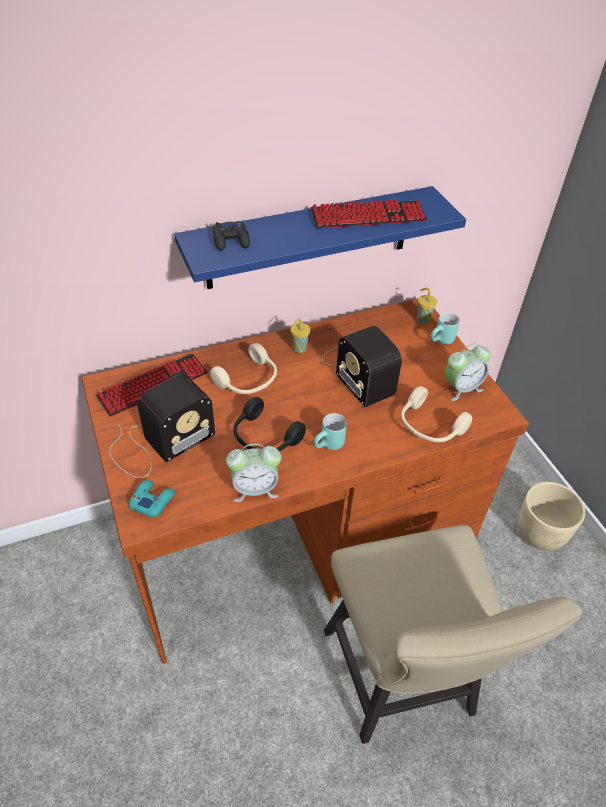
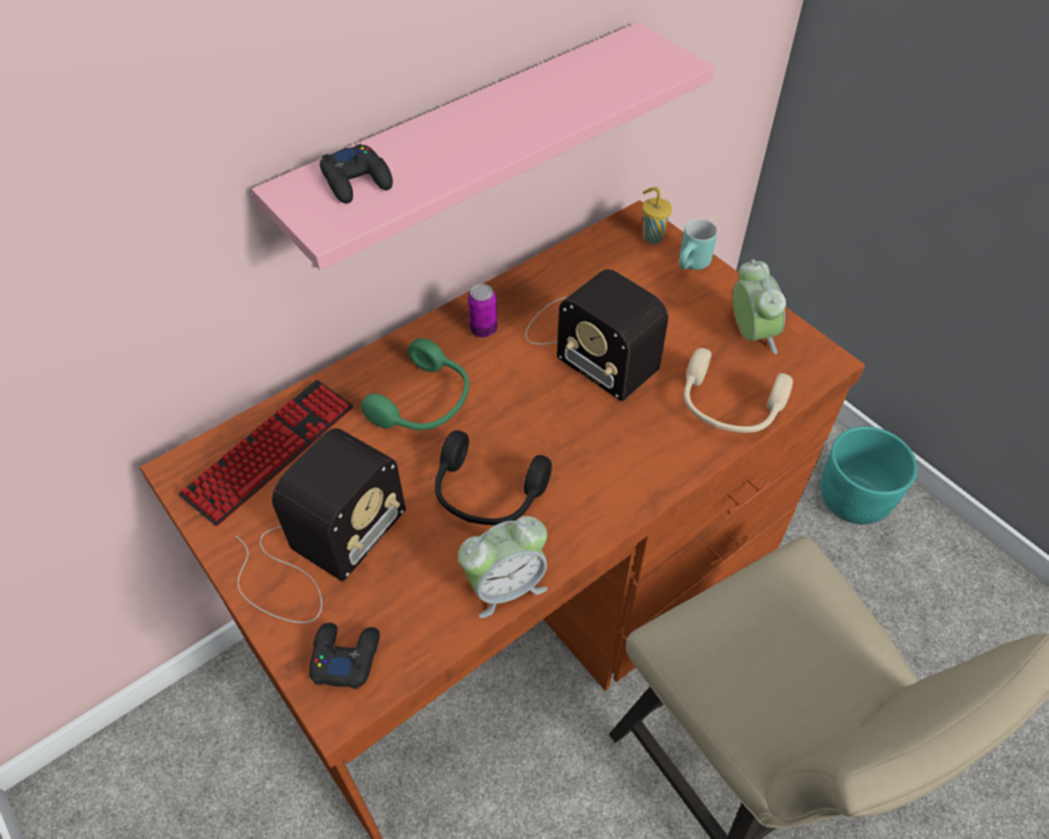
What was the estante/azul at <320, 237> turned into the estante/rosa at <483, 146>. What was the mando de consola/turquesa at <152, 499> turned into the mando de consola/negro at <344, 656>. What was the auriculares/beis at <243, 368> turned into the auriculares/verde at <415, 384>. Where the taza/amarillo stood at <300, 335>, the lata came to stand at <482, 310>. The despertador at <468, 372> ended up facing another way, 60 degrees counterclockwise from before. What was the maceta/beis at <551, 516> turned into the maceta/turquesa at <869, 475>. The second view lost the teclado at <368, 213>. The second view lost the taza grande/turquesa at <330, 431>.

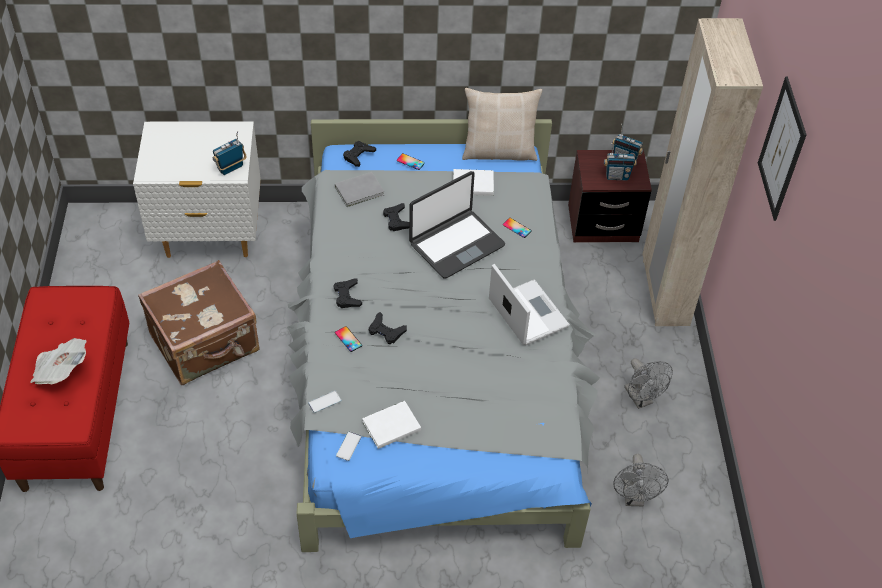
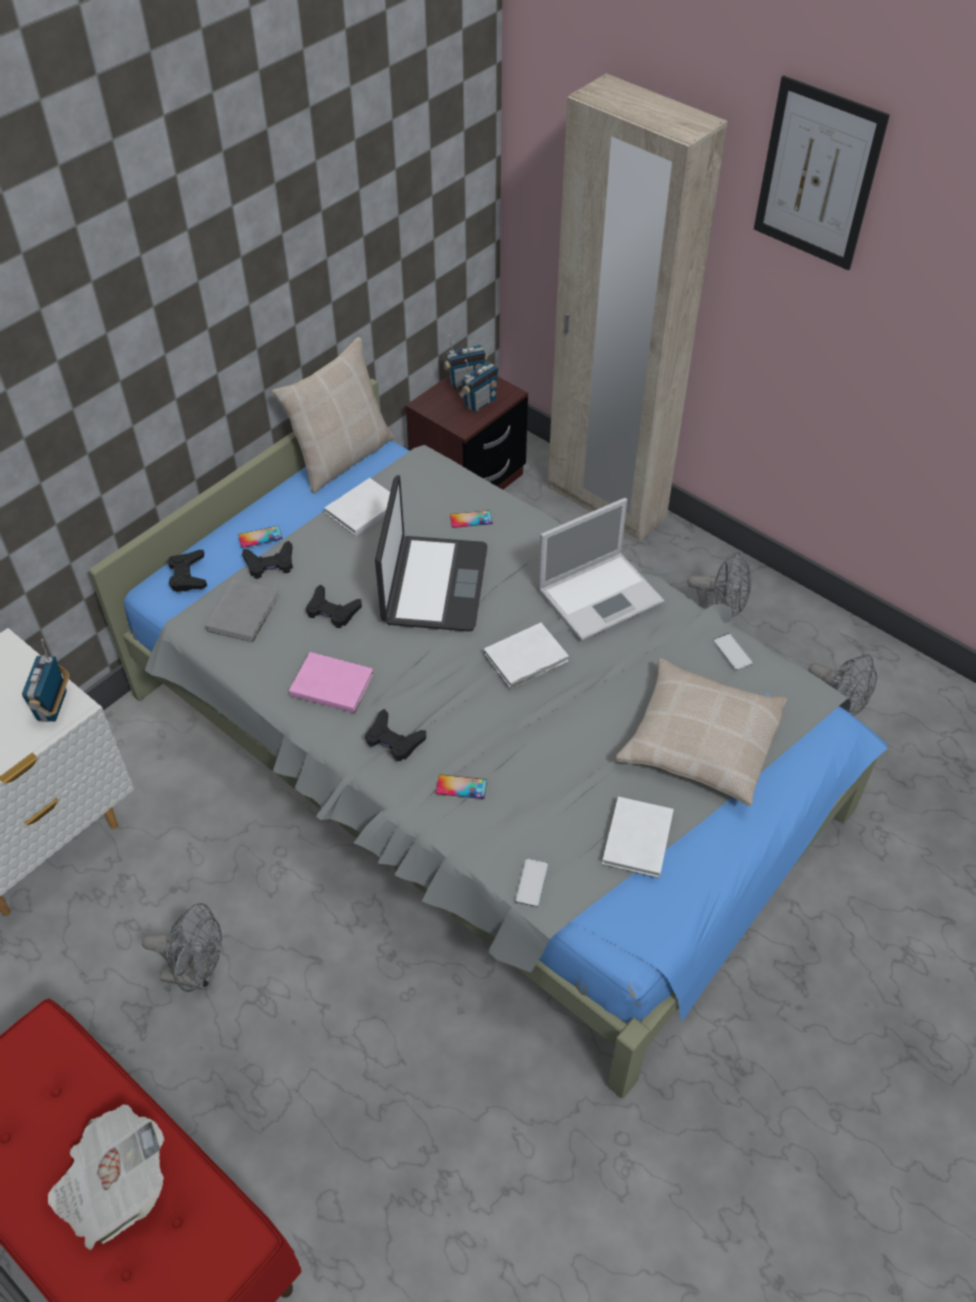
Where the maleta/marrón stood at <198, 322>, the ventilador/gris came to stand at <182, 947>. The mando de consola/negro ended up elsewhere, having gone from <388, 328> to <267, 560>. The second view gained the libro/rosa at <331, 682>. The second view gained the libro/blanco at <526, 656>. The portátil at <529, 305> ended up facing another way, 135 degrees clockwise from before. The second view gained the cojín/beis at <701, 732>. The móvil ended up elsewhere, having gone from <349, 446> to <733, 651>.

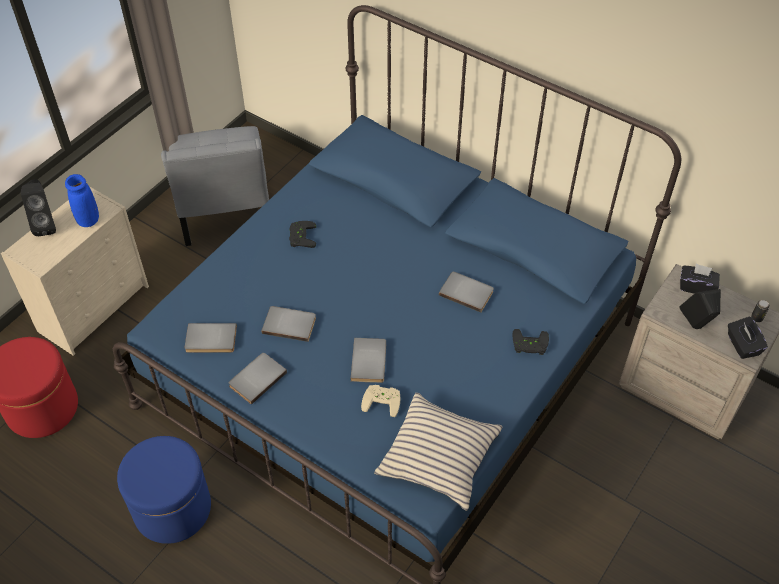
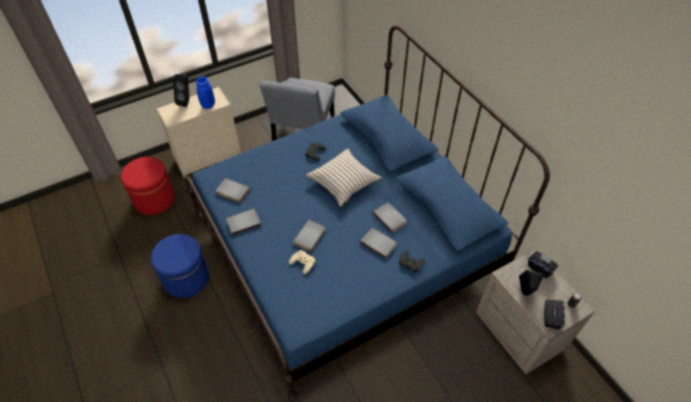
The cojín/beis ended up elsewhere, having gone from <438, 452> to <344, 178>. The libro/gris ended up elsewhere, having gone from <288, 324> to <378, 243>.

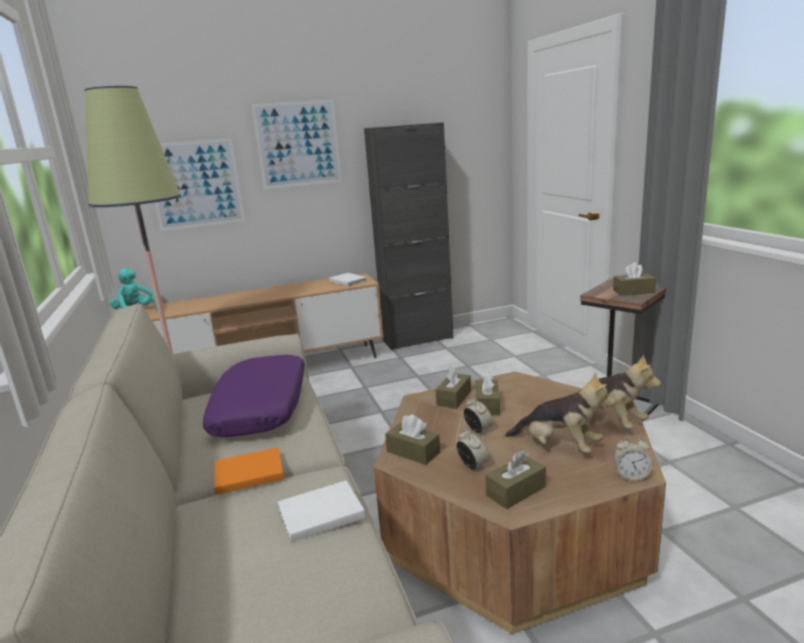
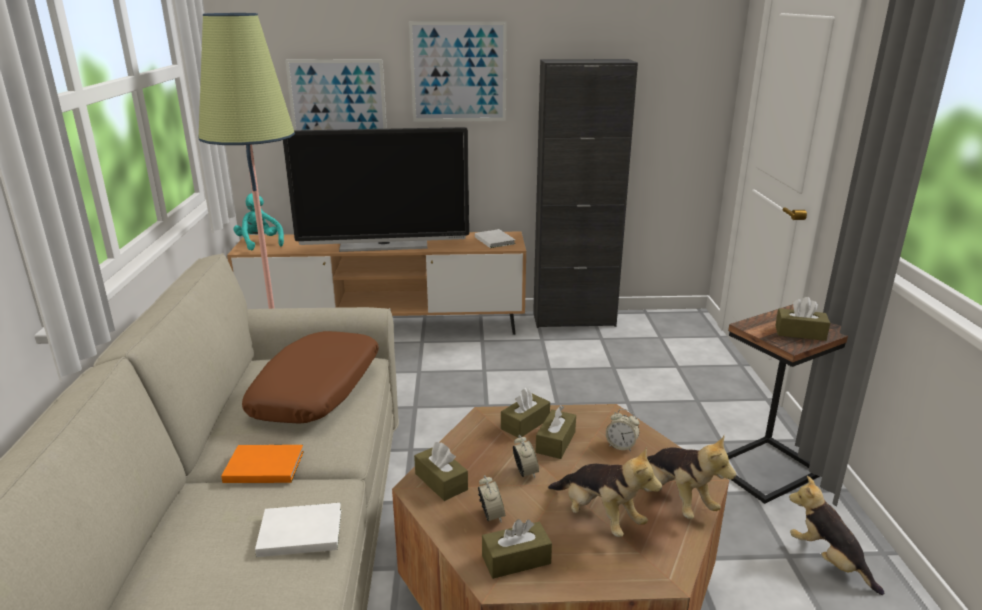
What was the cojín/morado at <254, 396> turned into the cojín/marrón at <310, 377>. The second view gained the televisor at <376, 189>. The despertador ended up elsewhere, having gone from <633, 458> to <622, 430>. The second view gained the peluche at <836, 535>.

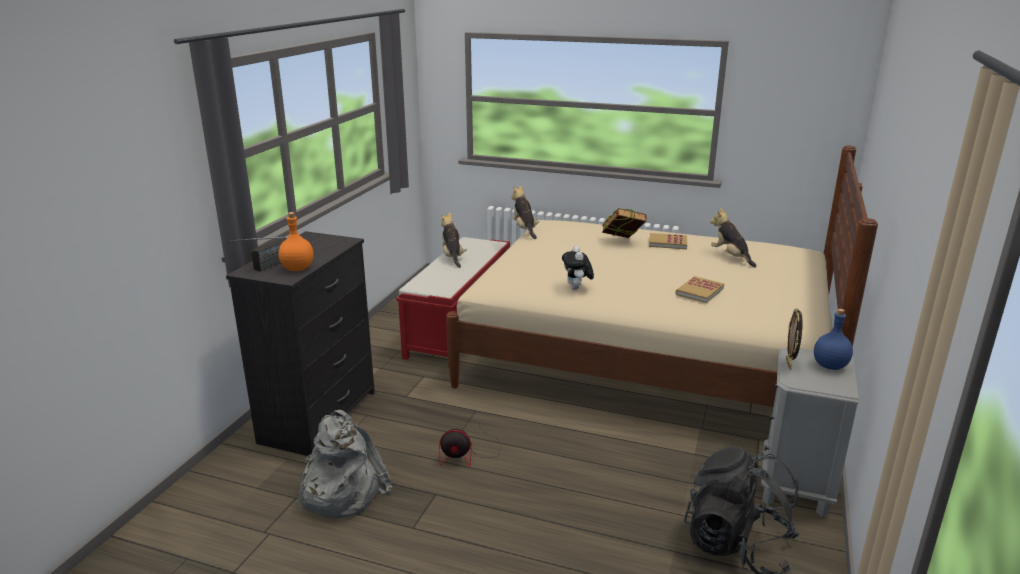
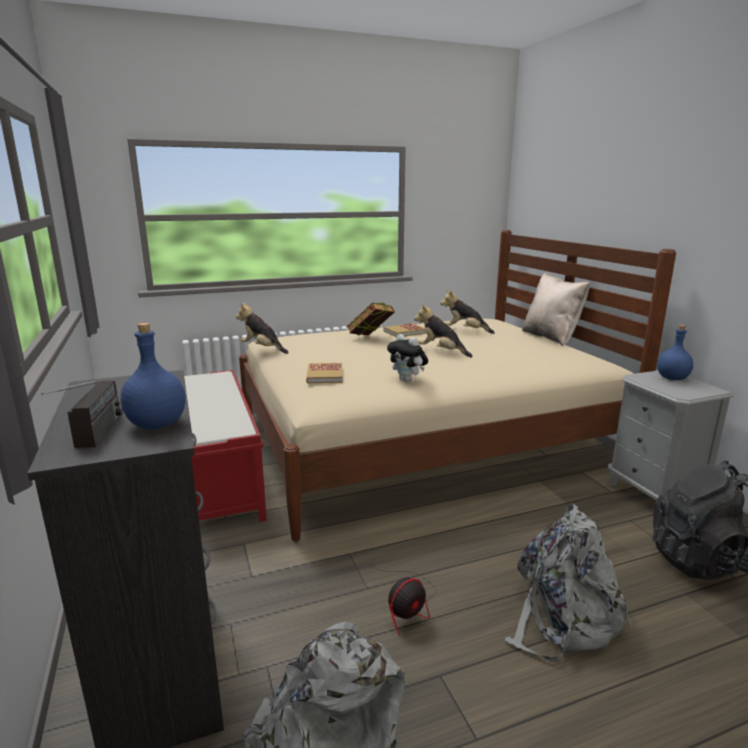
What was the botella/naranja at <296, 241> turned into the botella/azul at <153, 376>. The libro ended up elsewhere, having gone from <699, 289> to <324, 373>. The peluche ended up elsewhere, having gone from <454, 240> to <443, 331>. The second view gained the mochila/gris at <568, 583>. The second view gained the cojín/beis at <556, 309>. The second view lost the portarretratos at <794, 339>.

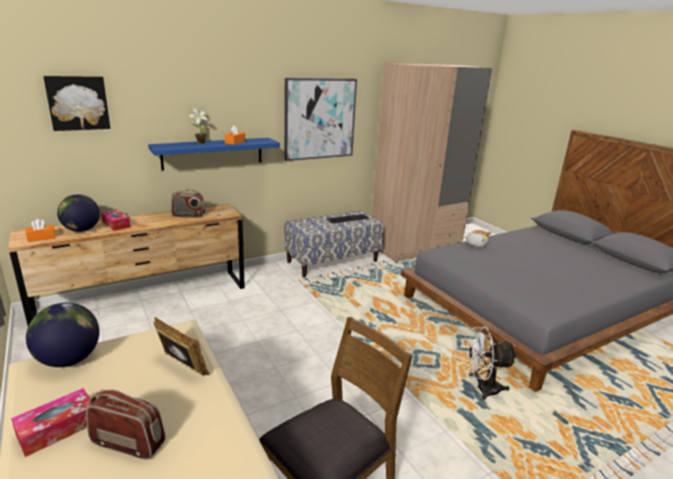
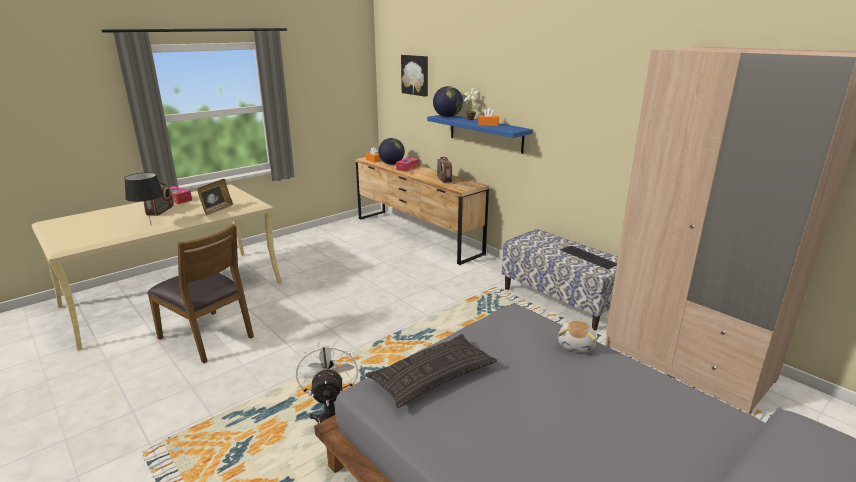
The second view gained the lámpara de mesa/negro at <144, 197>. The second view gained the cojín at <431, 371>. The globo terráqueo ended up elsewhere, having gone from <62, 335> to <448, 101>. The second view lost the cuadro at <320, 119>.

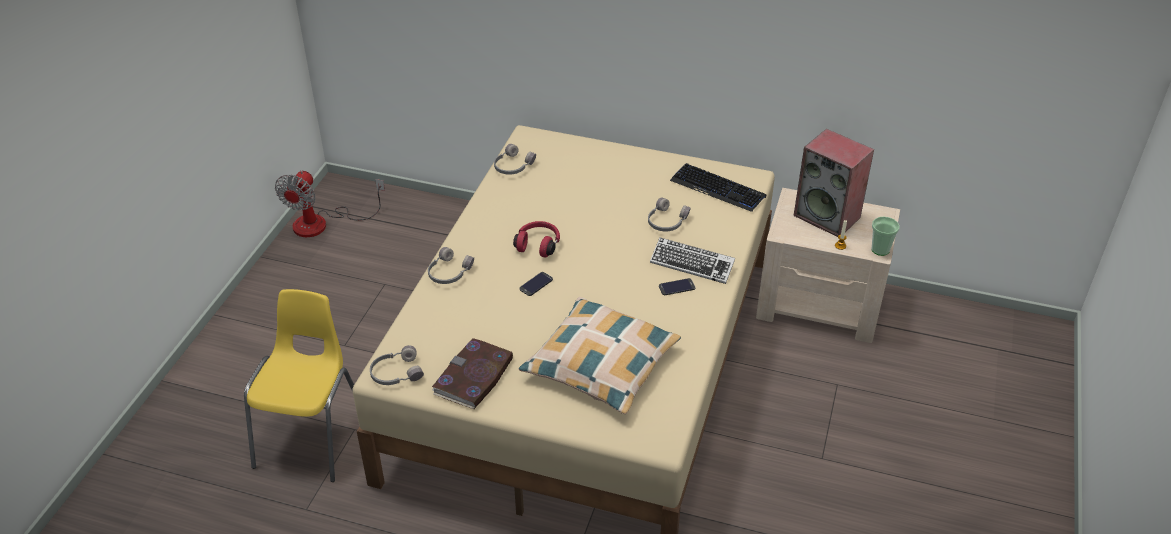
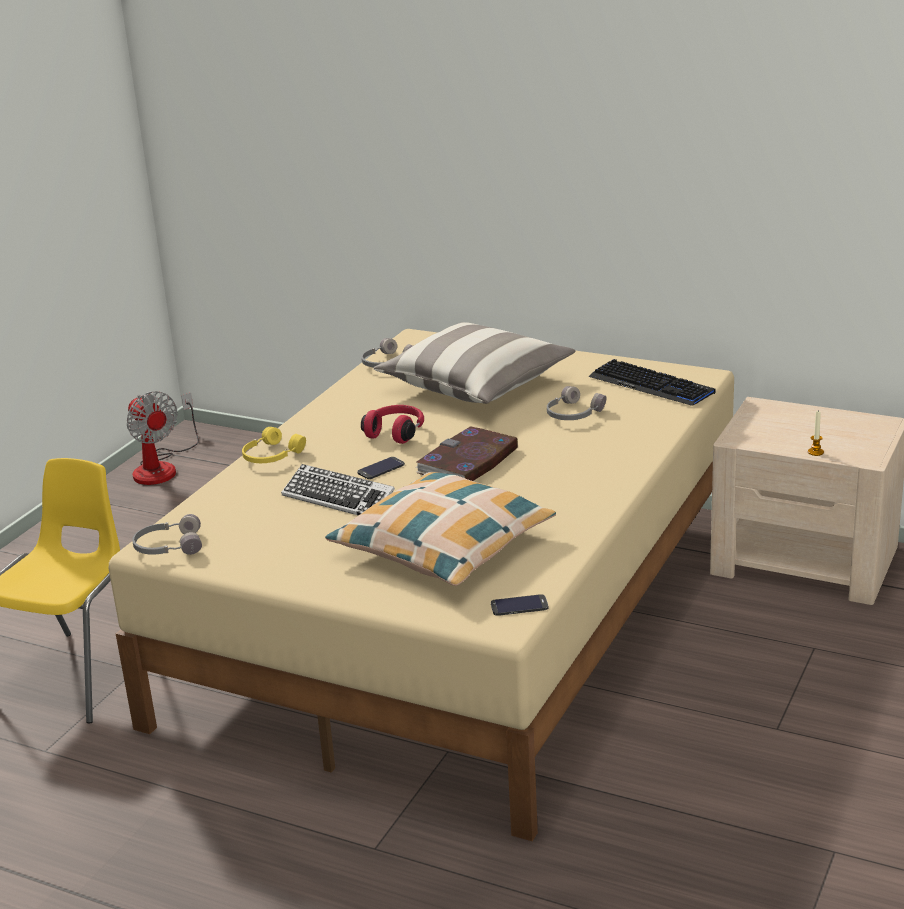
The ventilador at <330, 203> ended up facing another way, 60 degrees counterclockwise from before. What was the auriculares/gris at <451, 265> turned into the auriculares/amarillo at <274, 445>. The teclado ended up elsewhere, having gone from <692, 261> to <338, 490>. The second view gained the cojín at <474, 363>. The libro ended up elsewhere, having gone from <472, 373> to <466, 453>. The móvil ended up elsewhere, having gone from <677, 286> to <519, 605>. The second view lost the altavoz at <834, 183>. The second view lost the taza at <885, 236>.

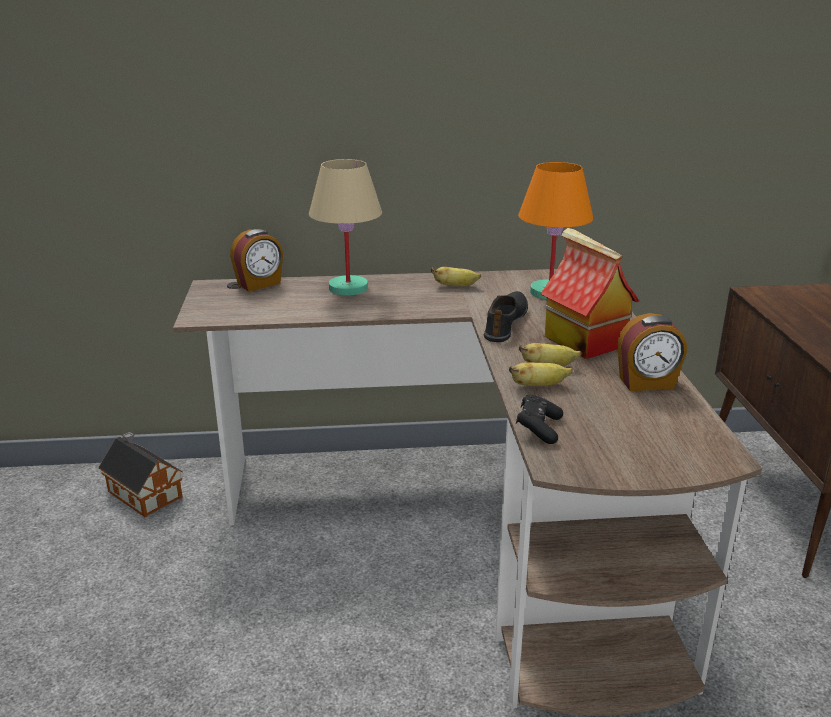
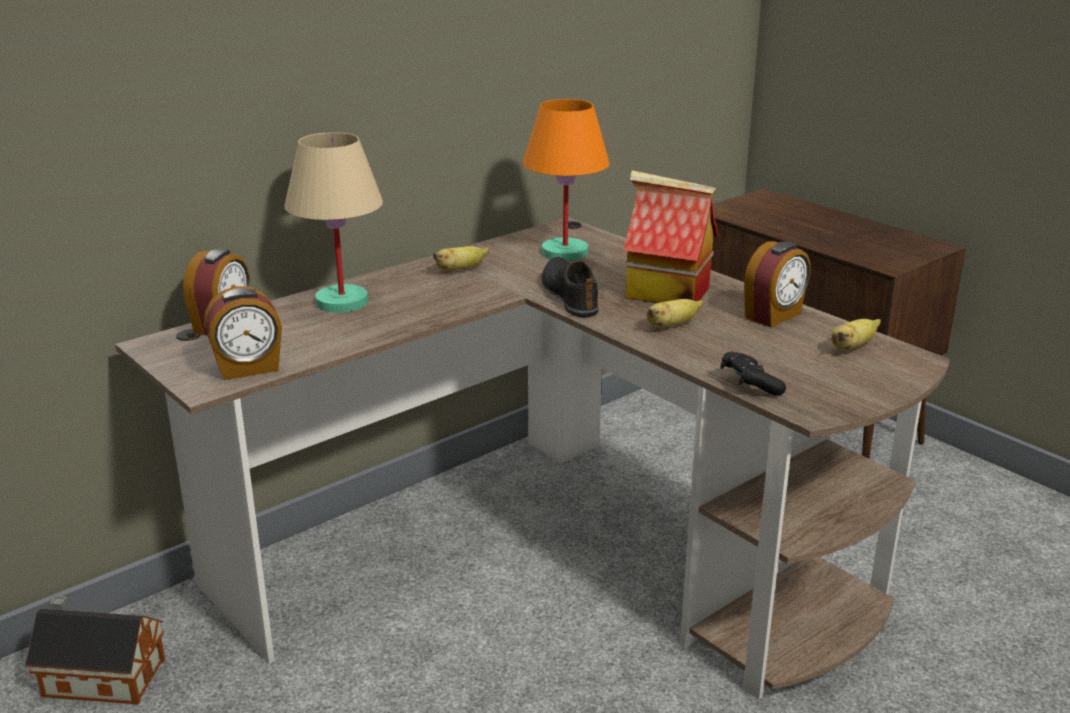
The second view gained the despertador at <243, 333>. The plátano ended up elsewhere, having gone from <541, 374> to <856, 335>.

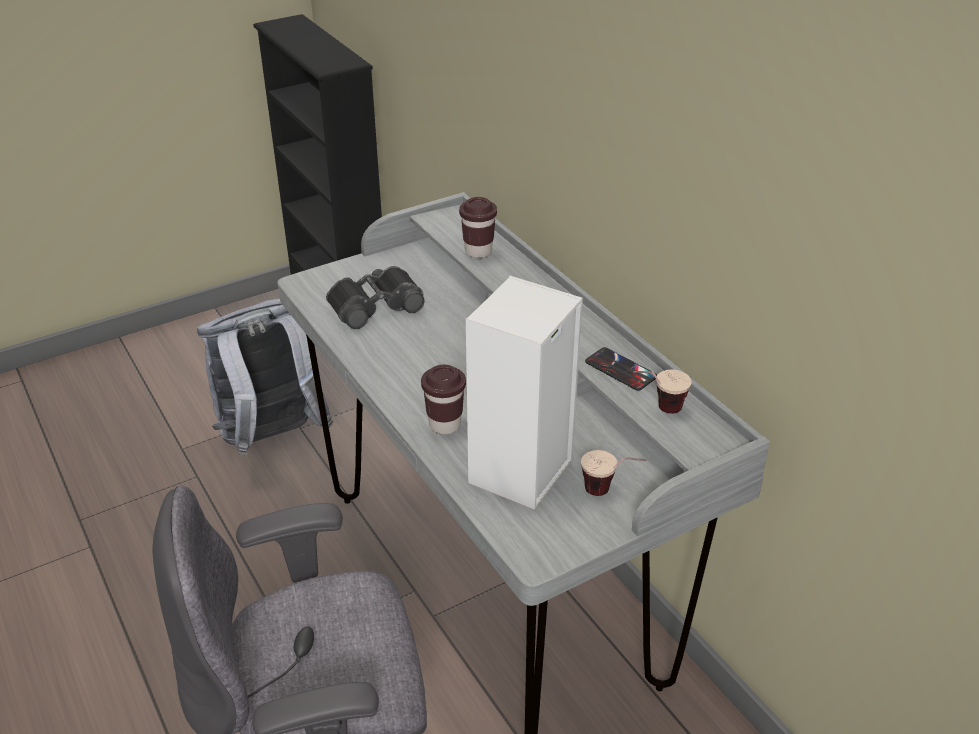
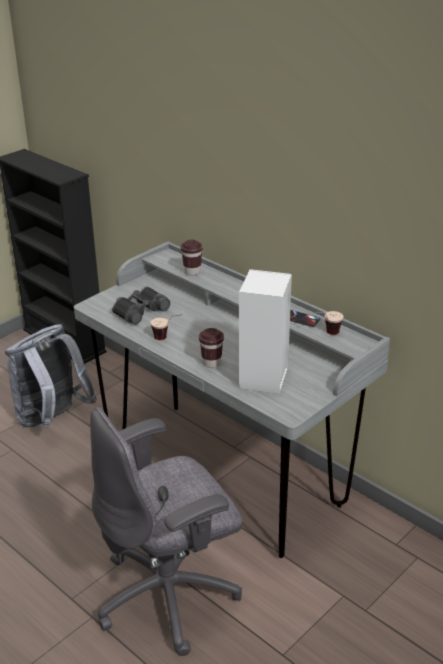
The taza ended up elsewhere, having gone from <614, 473> to <166, 327>.

